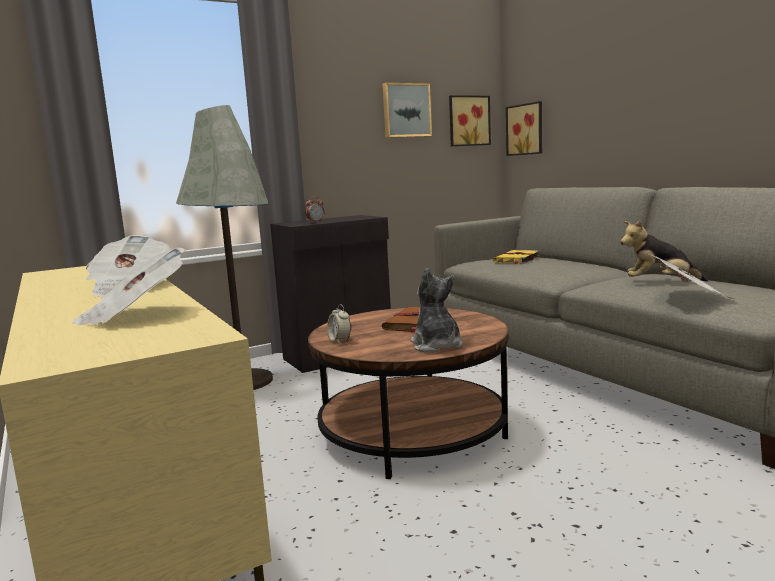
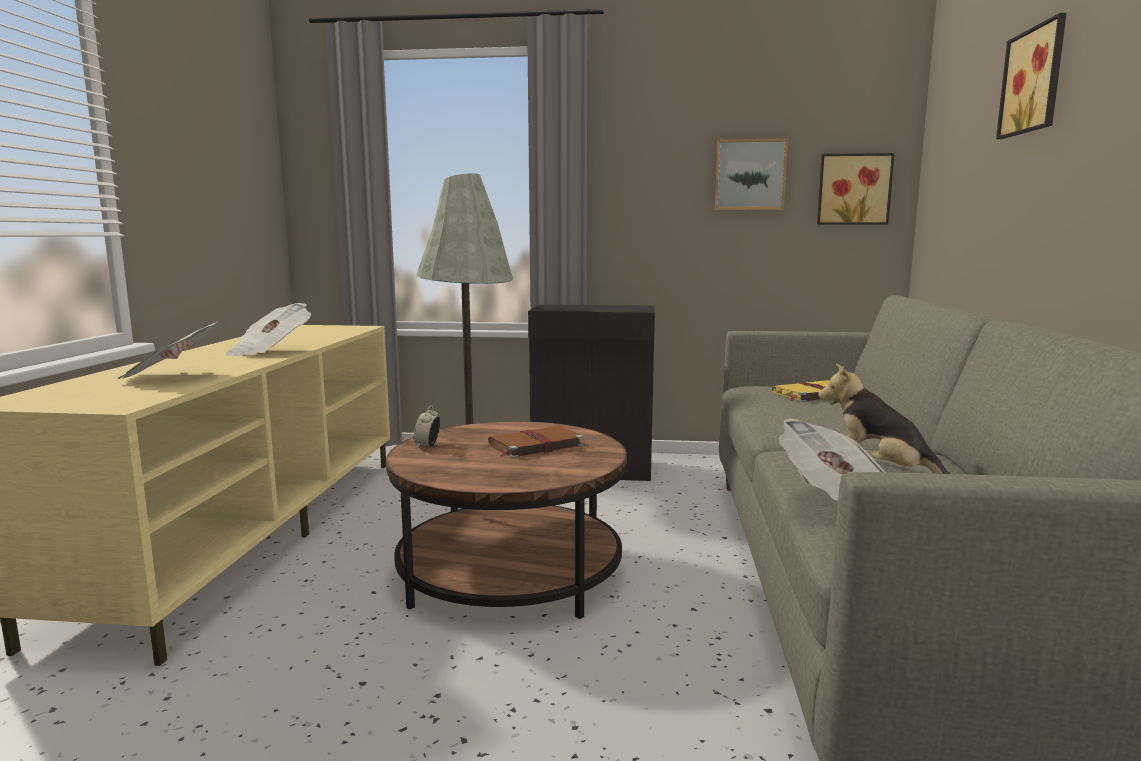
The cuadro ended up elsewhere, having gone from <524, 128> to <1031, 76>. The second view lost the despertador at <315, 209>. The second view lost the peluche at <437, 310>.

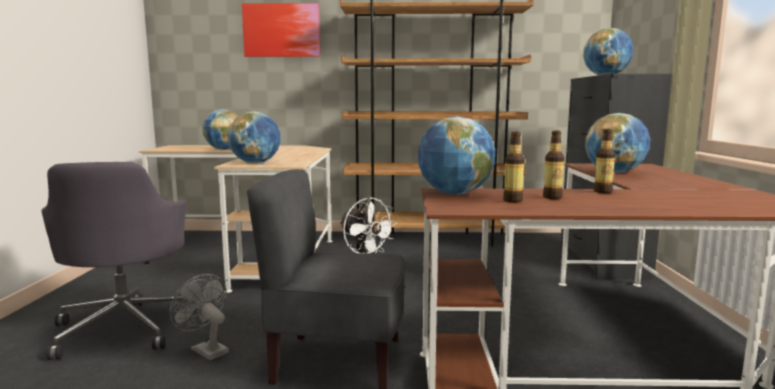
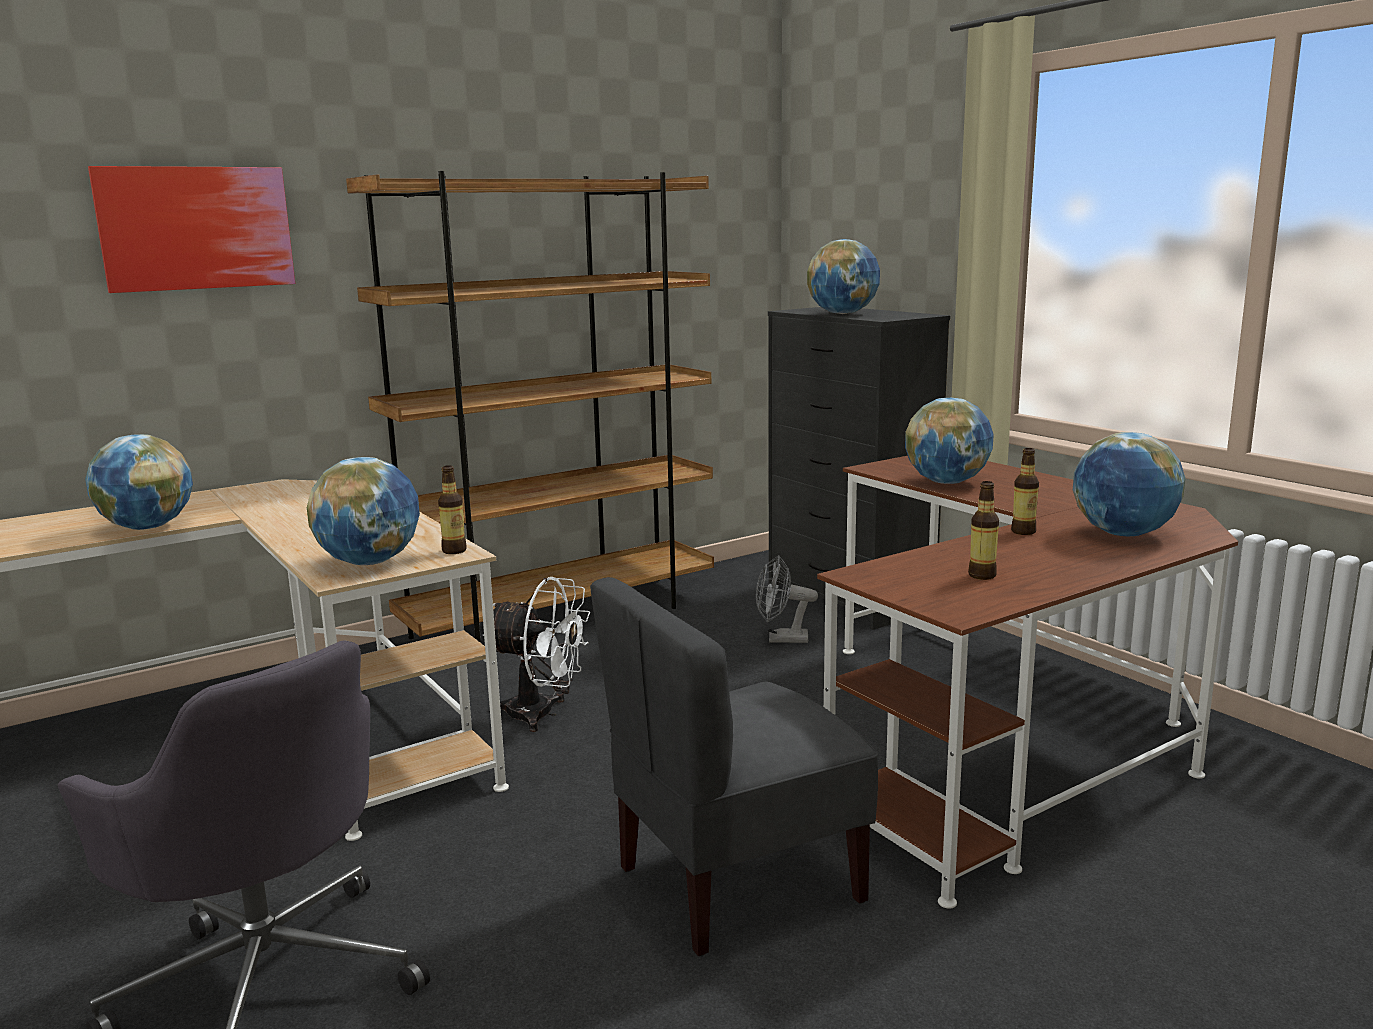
The botella ended up elsewhere, having gone from <554, 165> to <452, 509>. The ventilador/gris ended up elsewhere, having gone from <199, 317> to <787, 599>. The globo terráqueo ended up elsewhere, having gone from <456, 155> to <1129, 484>.

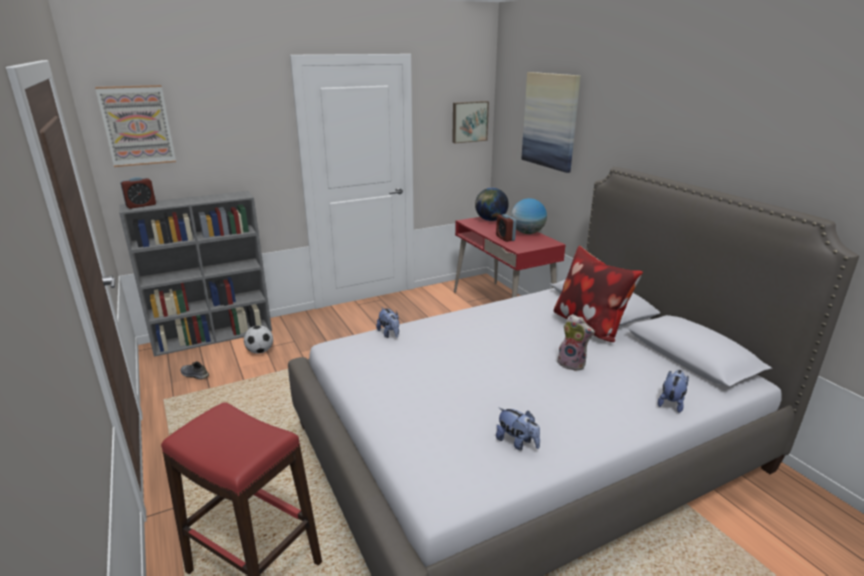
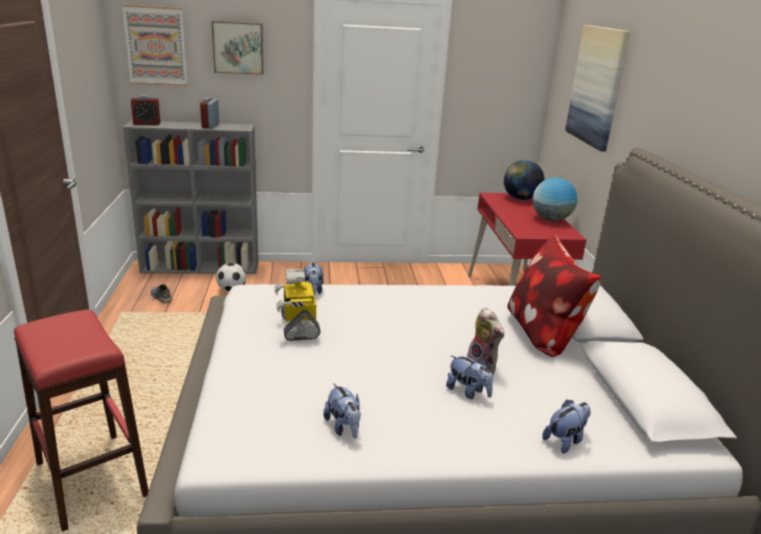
The despertador ended up elsewhere, having gone from <506, 228> to <209, 113>. The cuadro ended up elsewhere, having gone from <470, 122> to <237, 48>. The second view gained the robot de juguete at <297, 305>. The second view gained the peluche at <469, 377>.

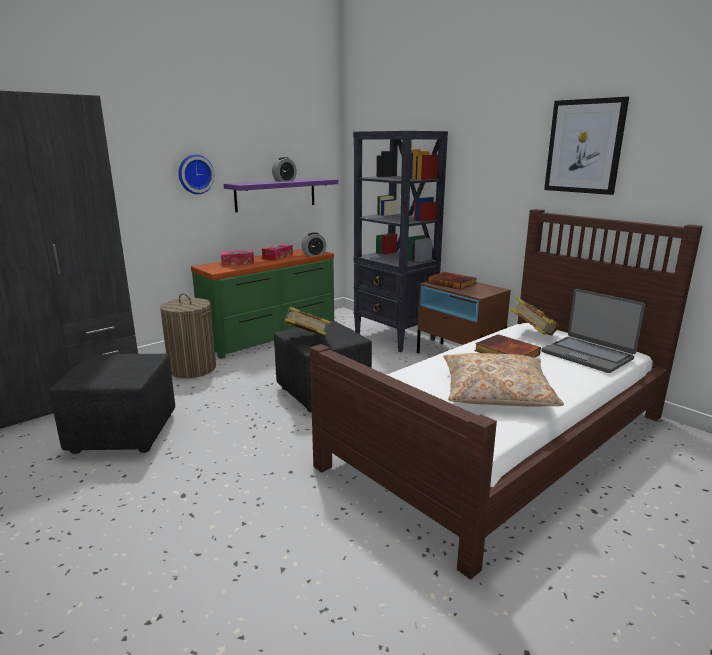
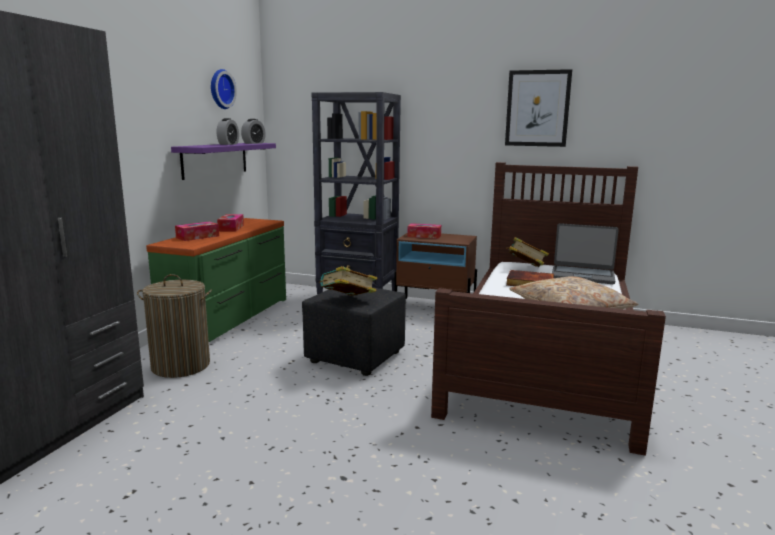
The reloj de pared ended up elsewhere, having gone from <196, 174> to <224, 89>. The despertador ended up elsewhere, having gone from <313, 244> to <253, 131>. Where the libro stood at <452, 281>, the caja de pañuelos came to stand at <424, 231>. The second view lost the puf/negro at <112, 404>.

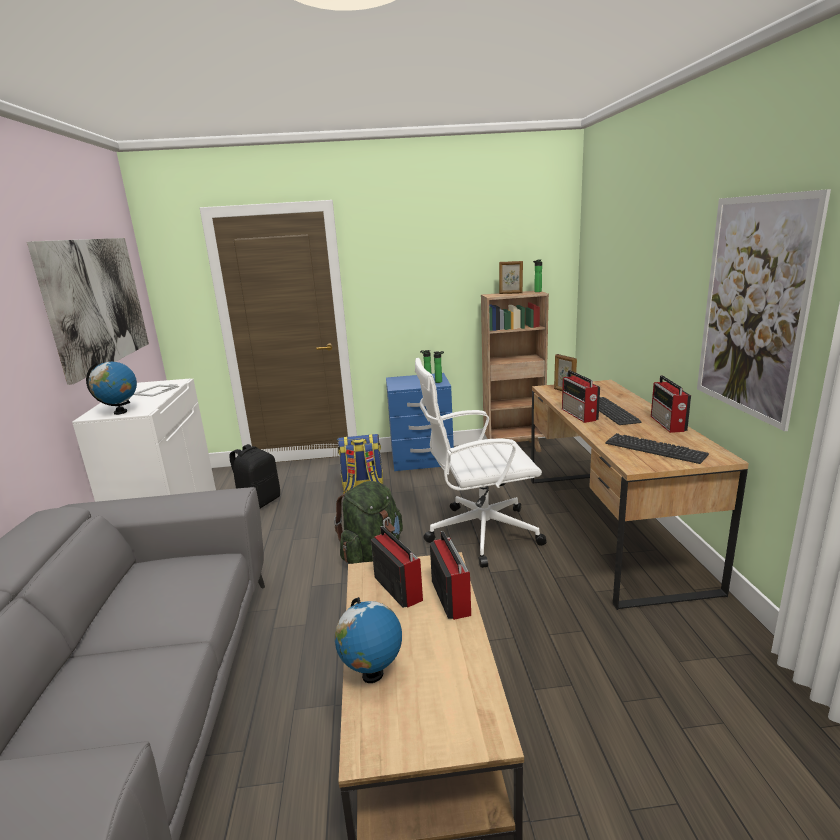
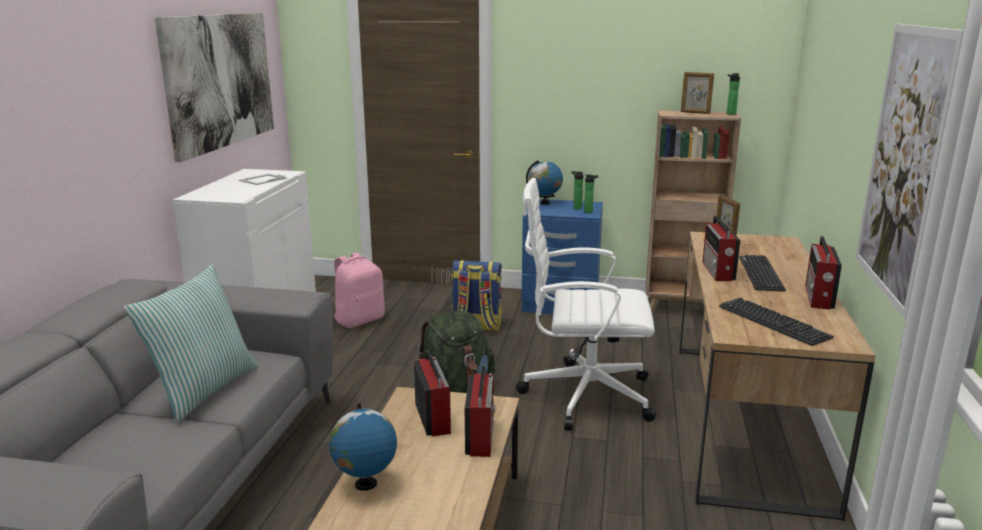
The second view gained the cojín at <191, 343>. What was the mochila/negro at <255, 476> turned into the mochila/rosa at <359, 290>. The globo terráqueo ended up elsewhere, having gone from <111, 388> to <544, 182>.

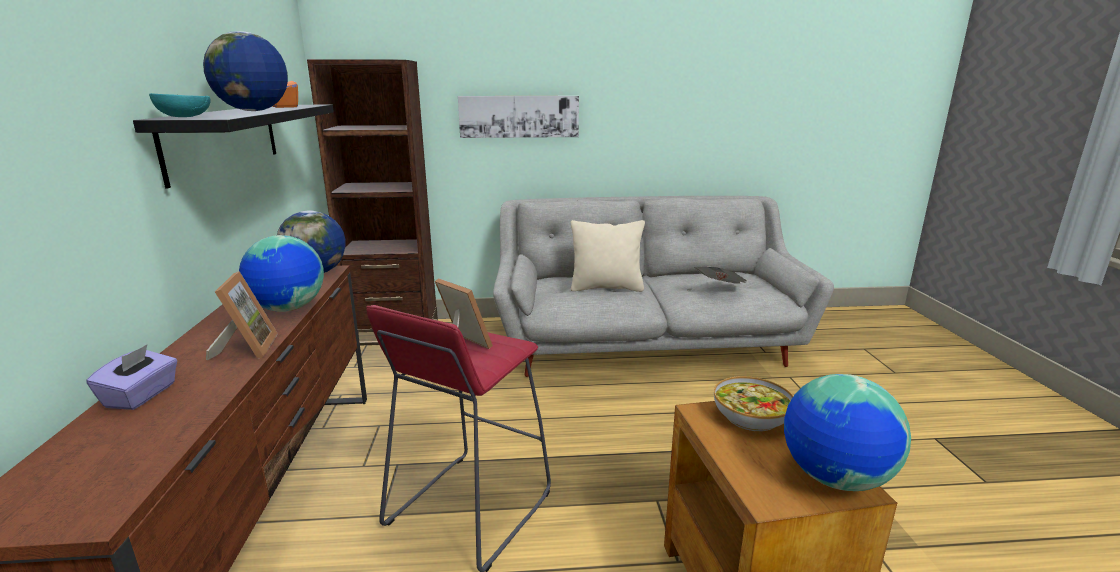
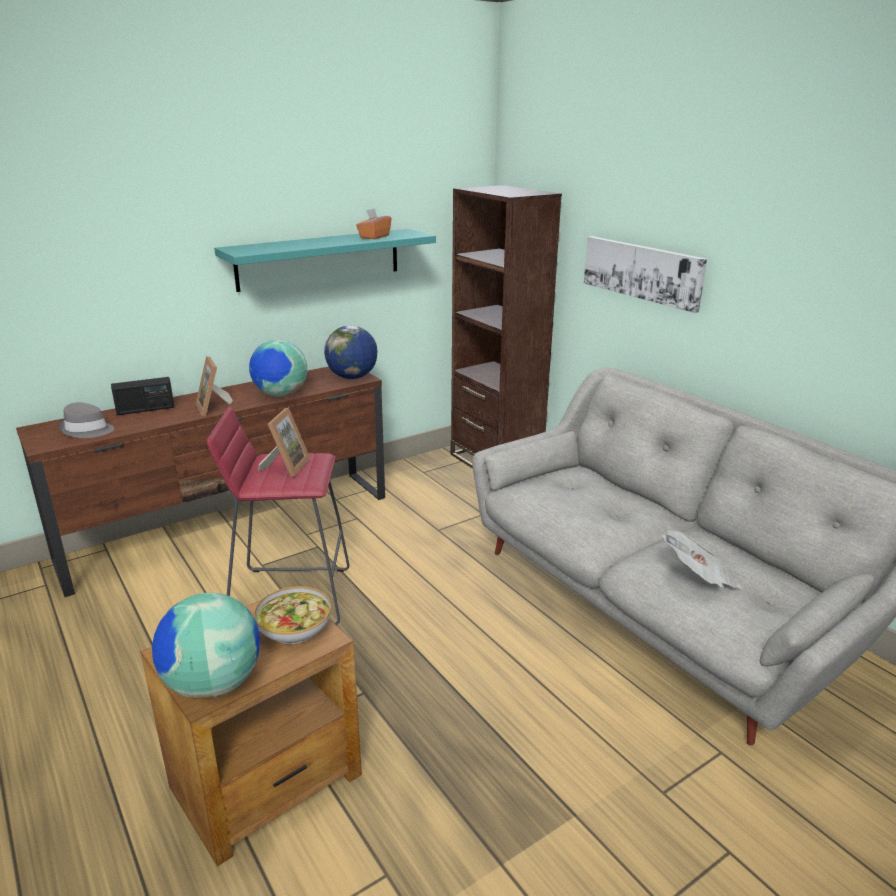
The second view gained the sombrero/gris at <86, 420>. Where the caja de pañuelos/morado stood at <131, 377>, the radio came to stand at <142, 396>. The portarretratos at <242, 315> ended up facing another way, 105 degrees clockwise from before. What was the estante/negro at <233, 147> turned into the estante/turquesa at <325, 260>. The second view lost the cuenco/turquesa at <180, 105>. The second view lost the globo terráqueo at <245, 71>. The second view lost the cojín/beis at <608, 256>.

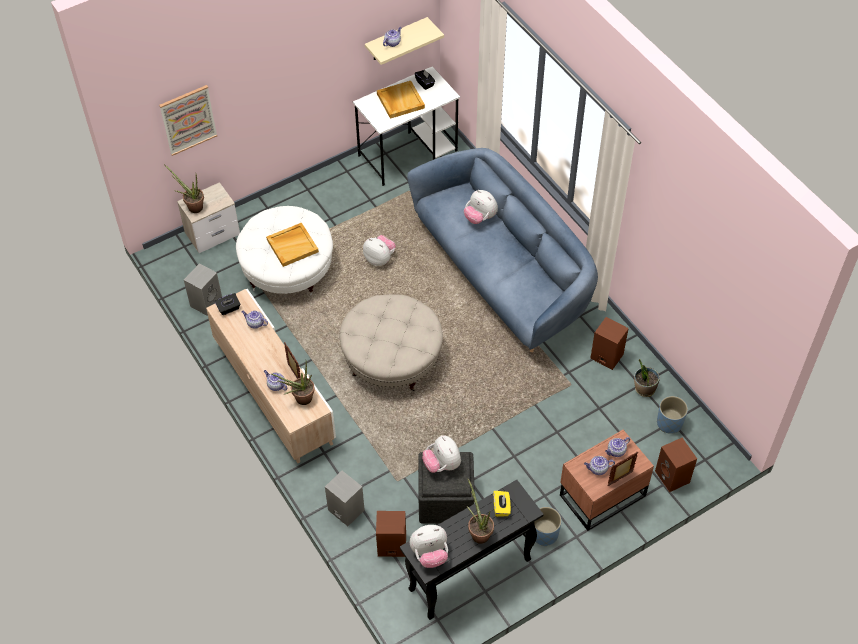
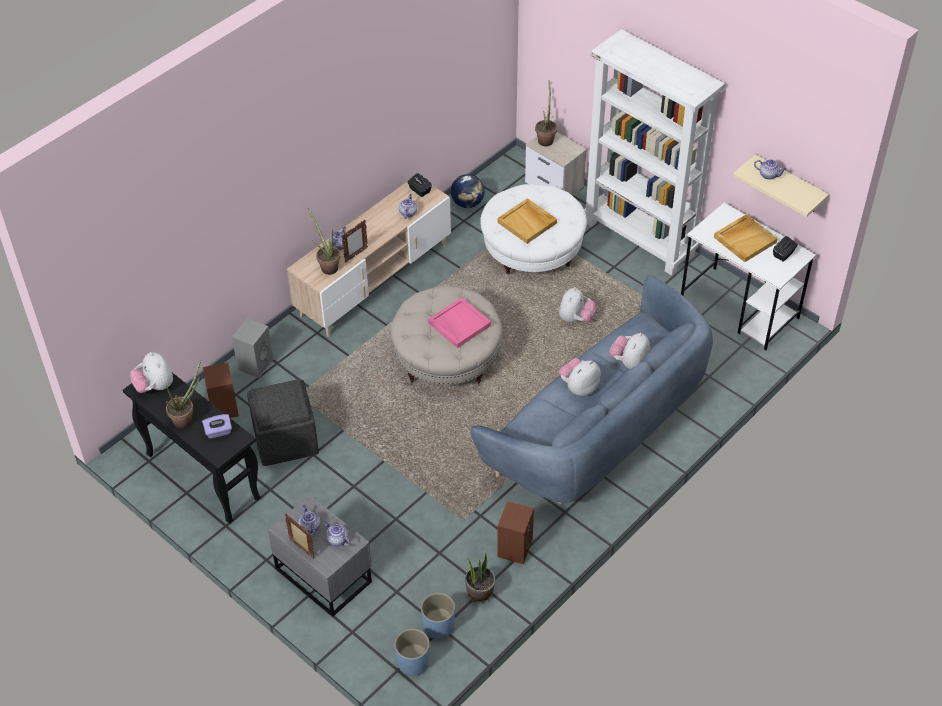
What was the caja de pañuelos/amarillo at <502, 504> turned into the caja de pañuelos/morado at <217, 426>. What was the mesita de noche/marrón at <607, 480> turned into the mesita de noche/gris at <320, 556>. The maceta/azul ended up elsewhere, having gone from <548, 526> to <412, 652>. The second view gained the bandeja/rosa at <459, 322>. Where the altavoz/gris stood at <203, 289>, the globo terráqueo came to stand at <467, 191>. The peluche ended up elsewhere, having gone from <441, 454> to <580, 377>. The second view gained the estantería/blanco at <654, 152>. The second view lost the cuadro at <188, 120>. The second view lost the altavoz/marrón at <676, 465>.

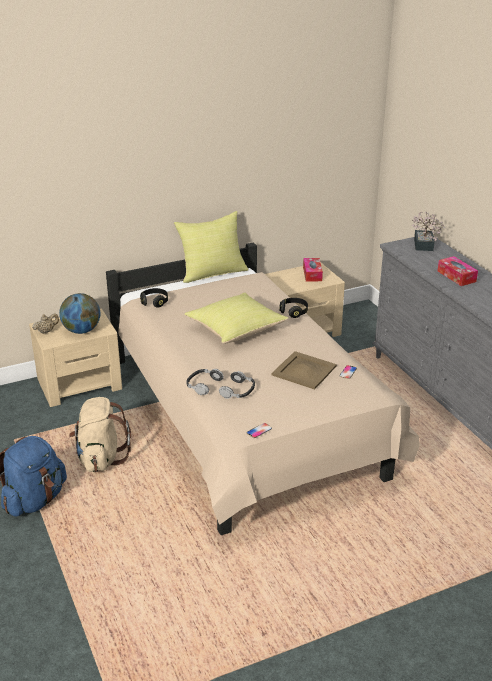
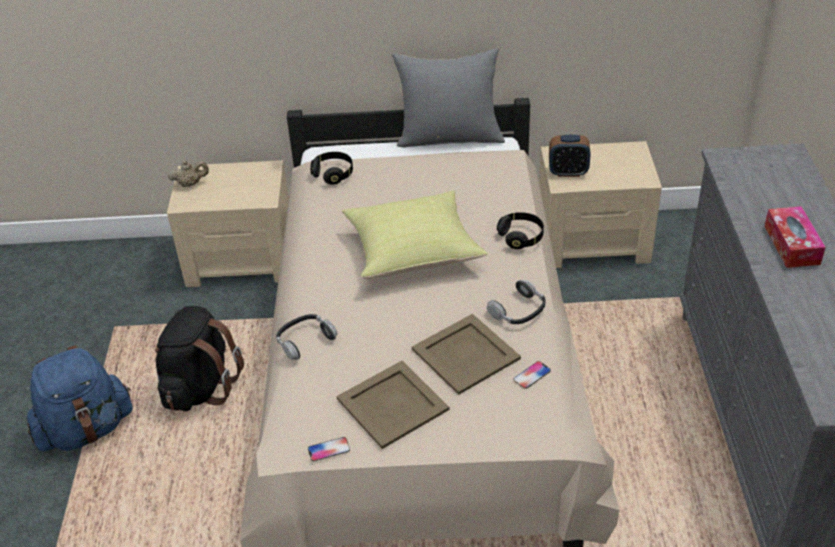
What was the mochila/beis at <100, 434> turned into the mochila/negro at <199, 358>. The second view gained the bandeja/beis at <392, 405>. What was the cojín/amarillo at <211, 247> turned into the cojín/gris at <448, 97>. The auriculares ended up elsewhere, having gone from <237, 385> to <516, 302>. The second view gained the despertador at <570, 156>. The second view lost the globo terráqueo at <79, 313>. The second view lost the caja de pañuelos at <313, 270>. The second view lost the planta en maceta at <428, 231>.

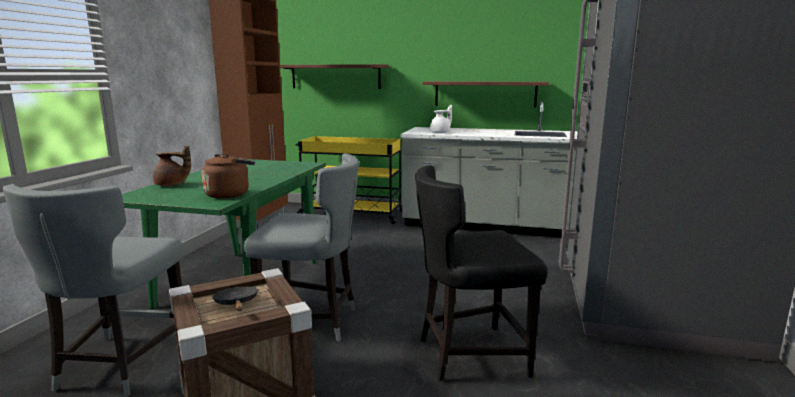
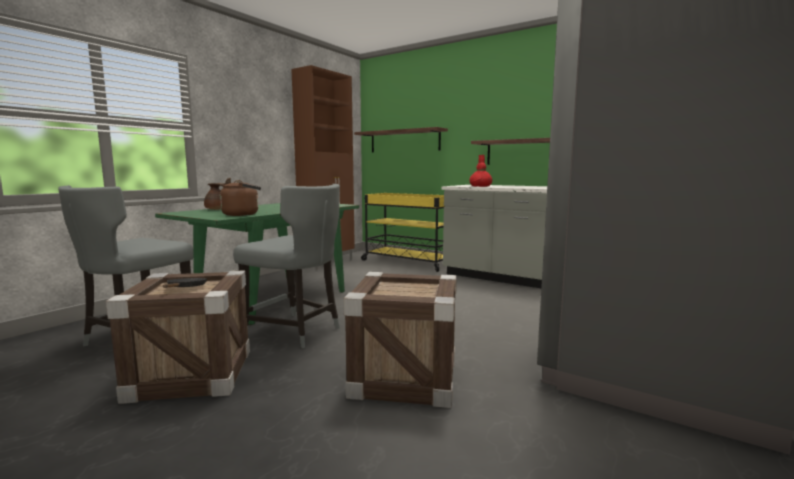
Where the silla/negro stood at <481, 273>, the caja de embalaje came to stand at <400, 340>. Where the tetera/blanco stood at <441, 119>, the florero/rojo came to stand at <480, 171>.

